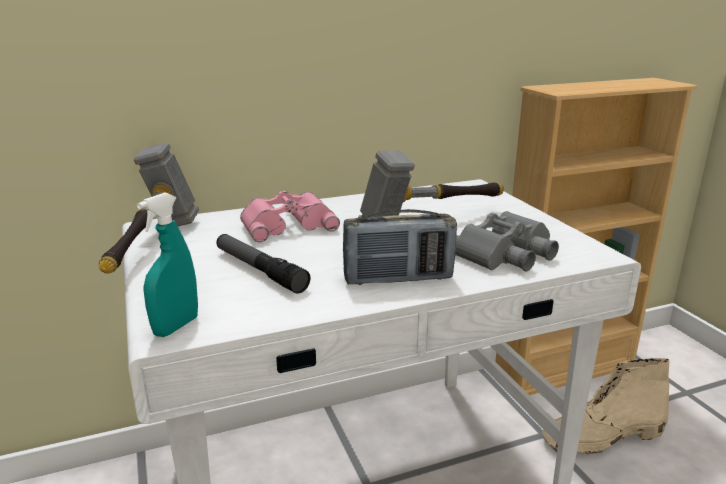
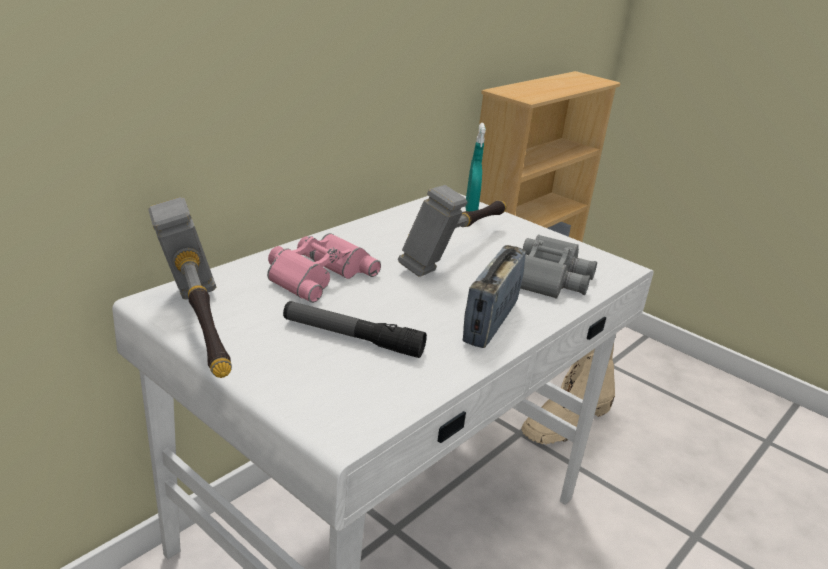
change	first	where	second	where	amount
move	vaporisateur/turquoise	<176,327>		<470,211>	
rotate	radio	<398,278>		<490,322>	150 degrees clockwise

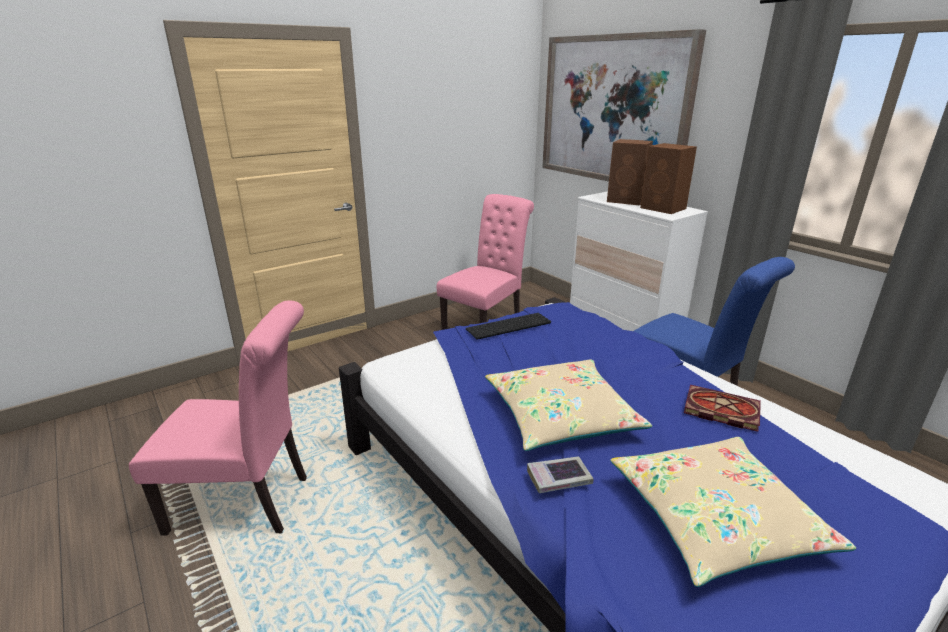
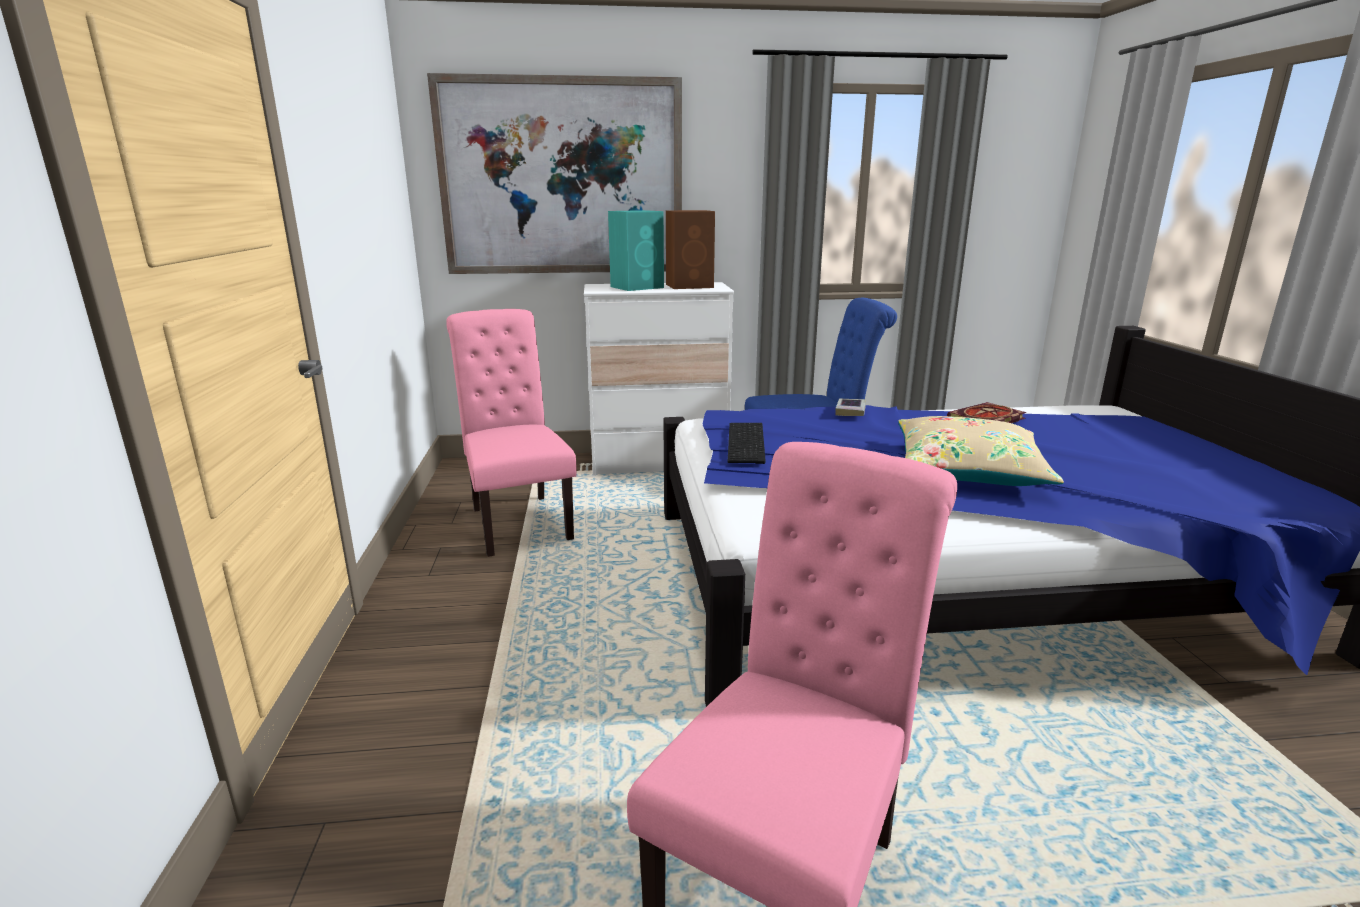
change	first	where	second	where	amount
recolor	enceinte/marron	<627,200>	enceinte/turquoise	<638,287>	
delete	coussin/beige	<716,519>			
move	livre	<559,478>		<850,411>	

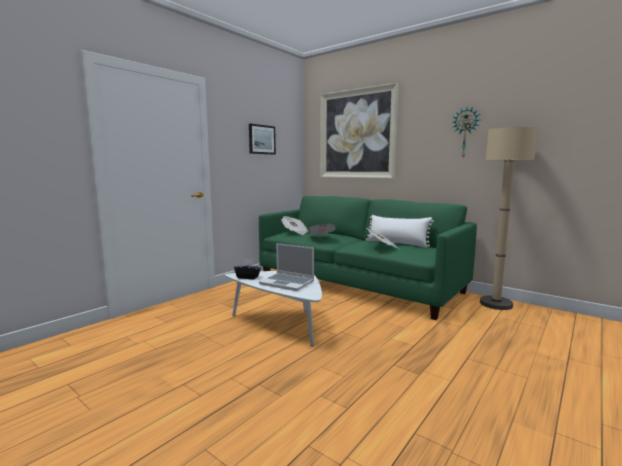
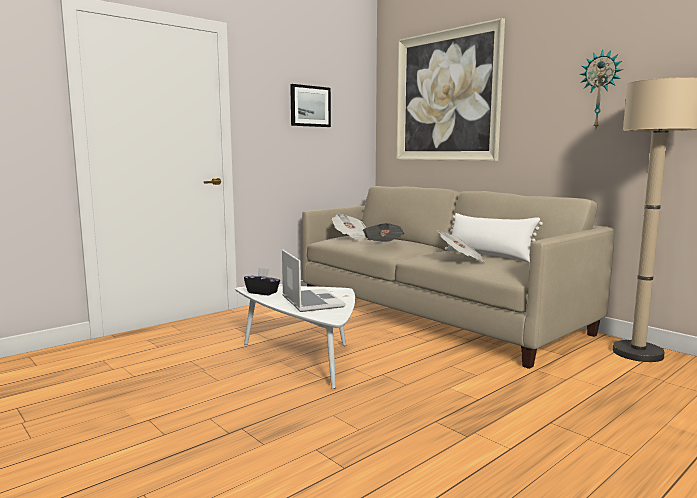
change	first	where	second	where	amount
recolor	canapé/vert	<357,284>	canapé/beige	<436,314>	
rotate	ordinateur portable	<288,283>		<311,302>	150 degrees counterclockwise

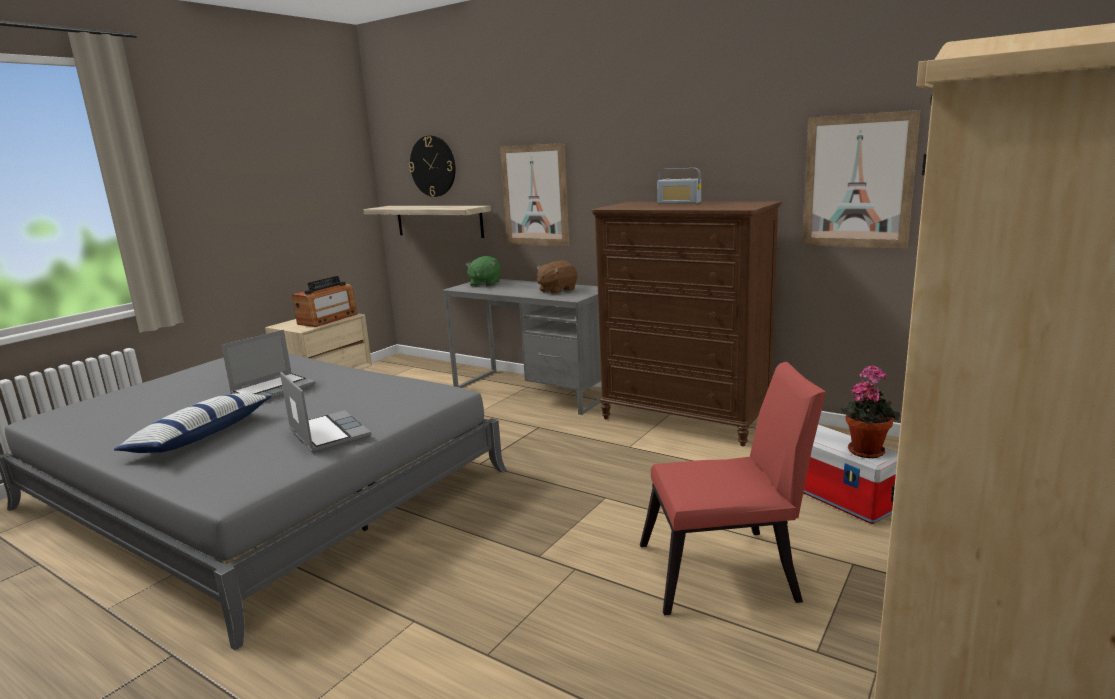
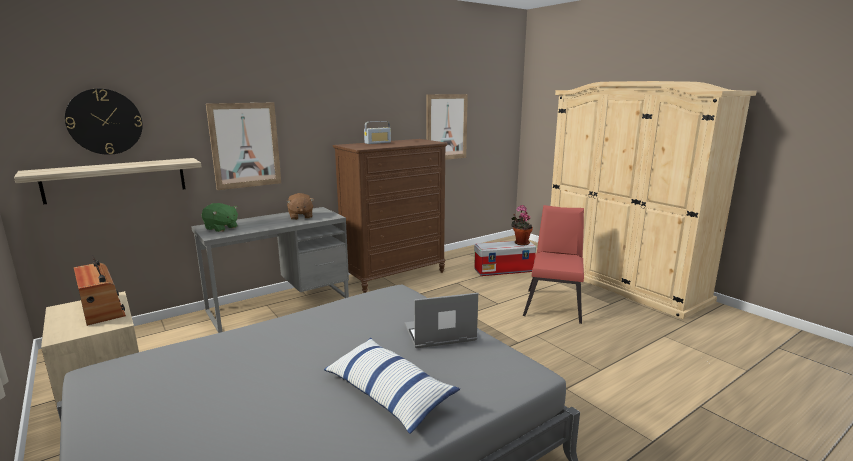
change	first	where	second	where	amount
delete	ordinateur portable	<274,389>			

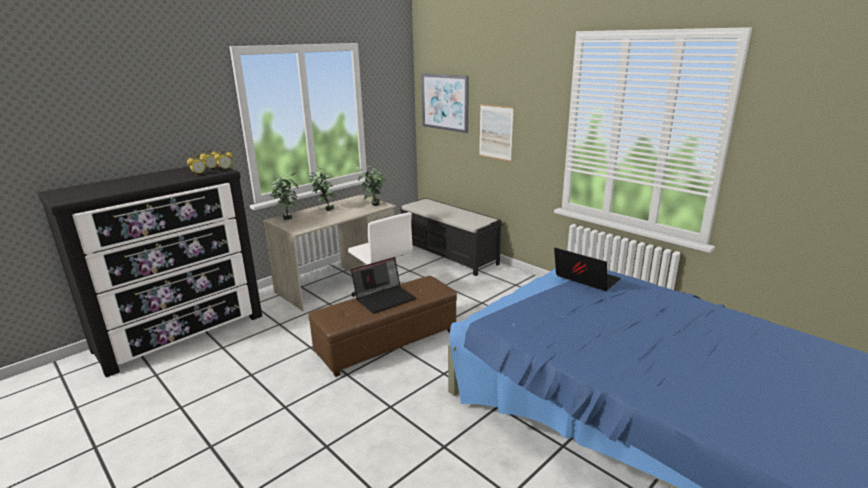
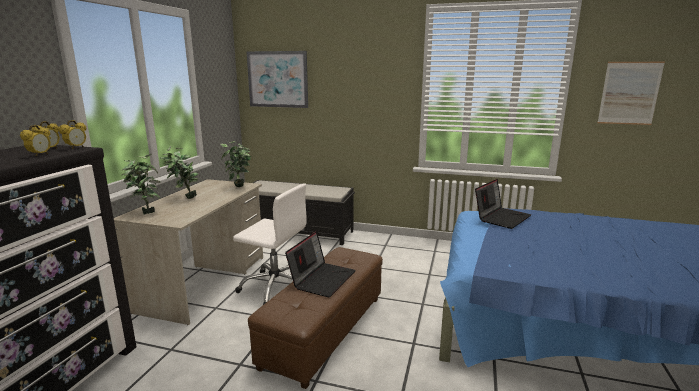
change	first	where	second	where	amount
move	tableau	<496,132>		<629,93>	
rotate	ordinateur portable	<584,279>		<501,217>	120 degrees clockwise

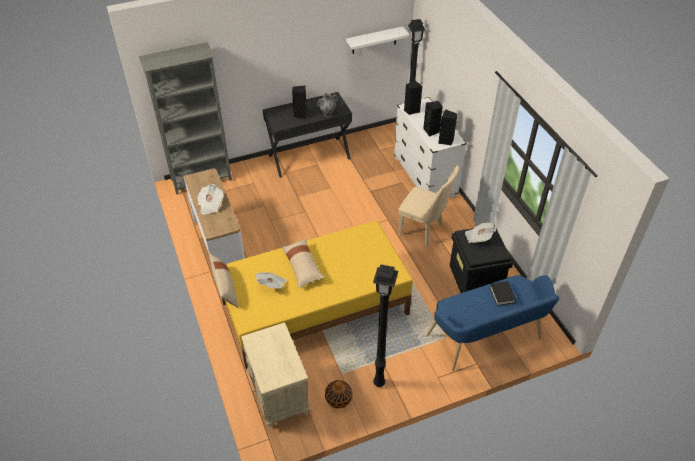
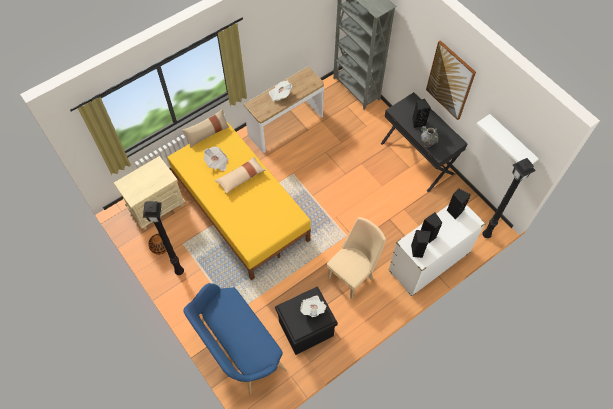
change	first	where	second	where	amount
rotate	chaise/beige	<424,231>		<352,275>	150 degrees counterclockwise
delete	livre/noir	<502,295>			
insert			tableau	<450,80>	

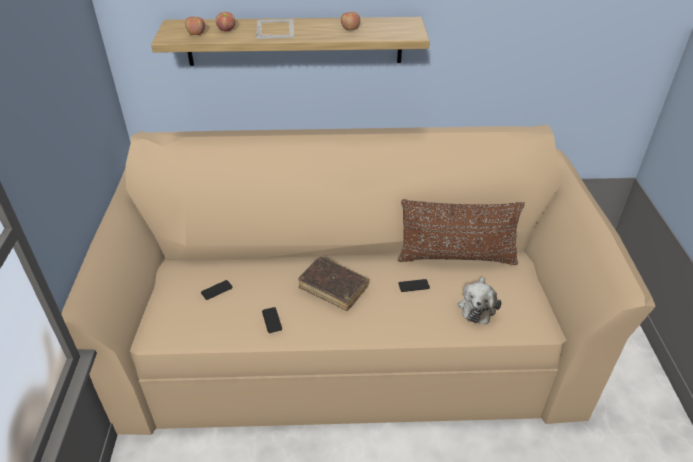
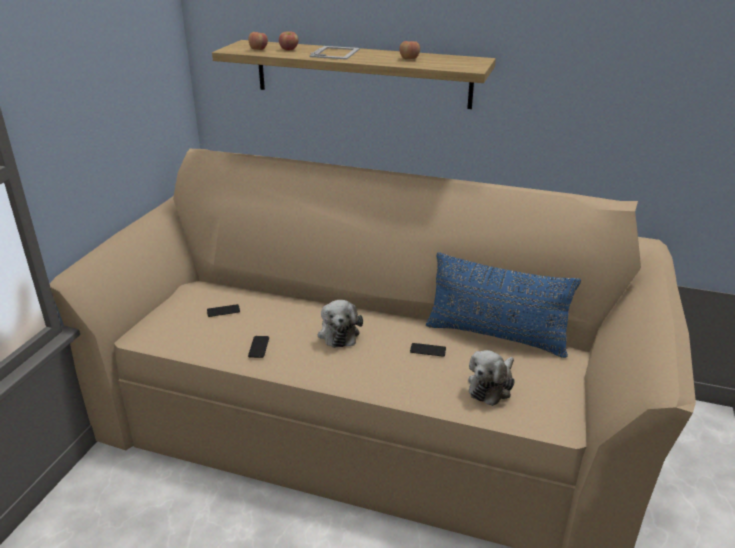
change	first	where	second	where	amount
recolor	coussin/marron	<456,257>	coussin/bleu	<496,336>	
replace	livre/marron	<333,288>	peluche	<338,332>	

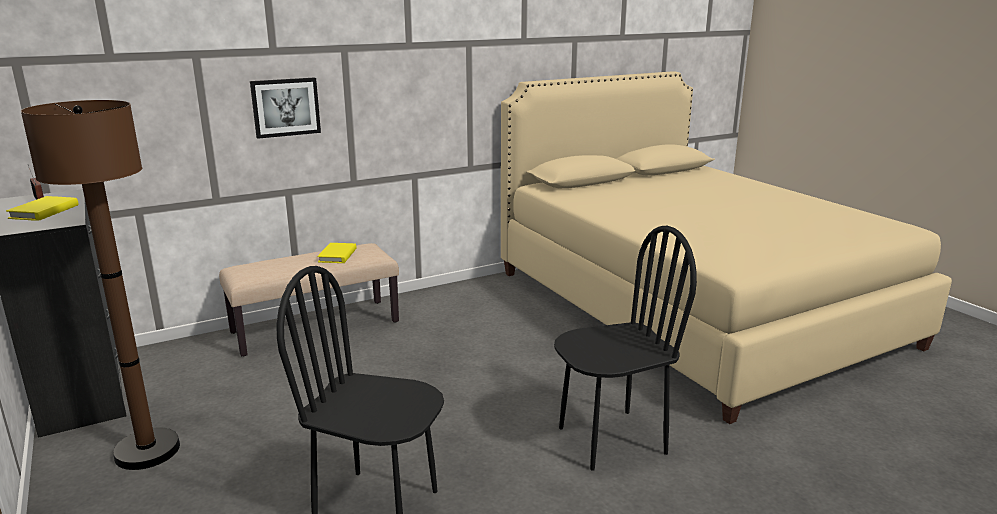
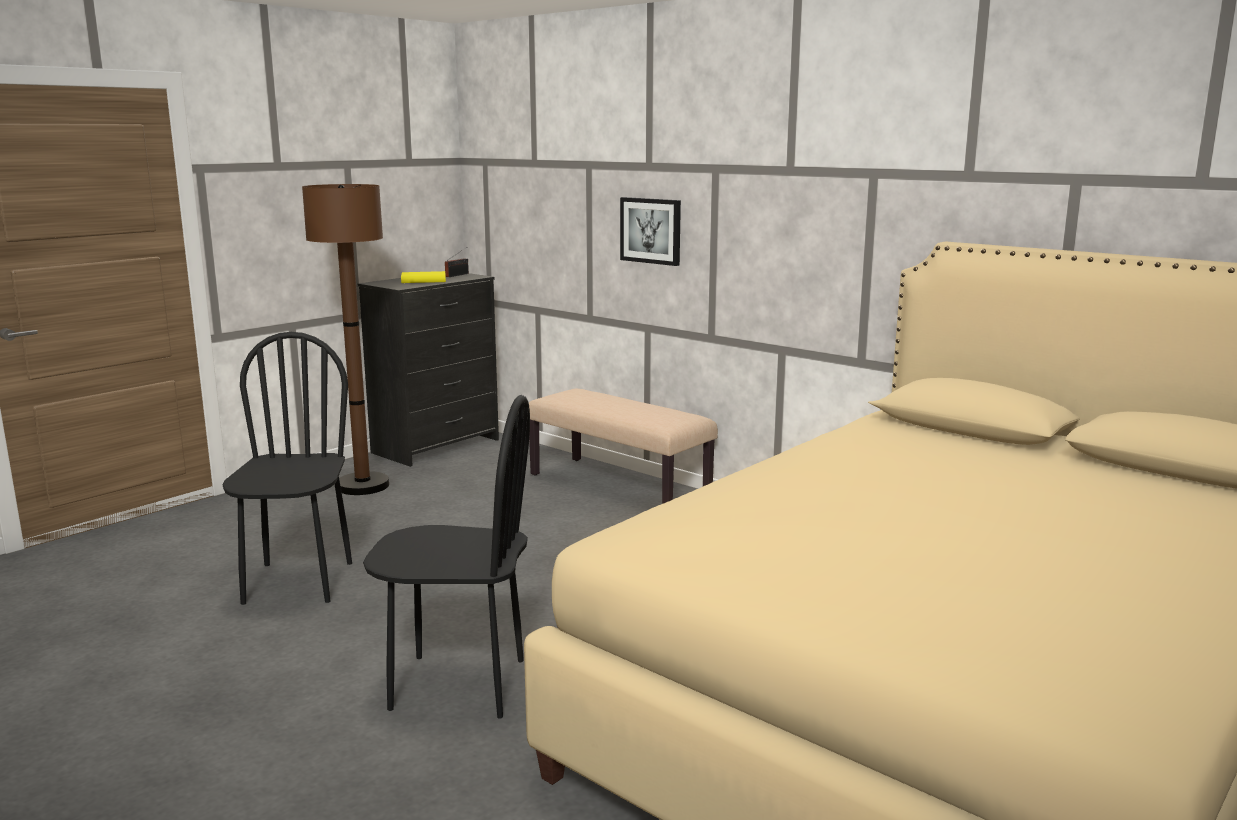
change	first	where	second	where	amount
rotate	chaise/noir	<611,439>		<458,685>	45 degrees counterclockwise
delete	livre/jaune	<337,255>			

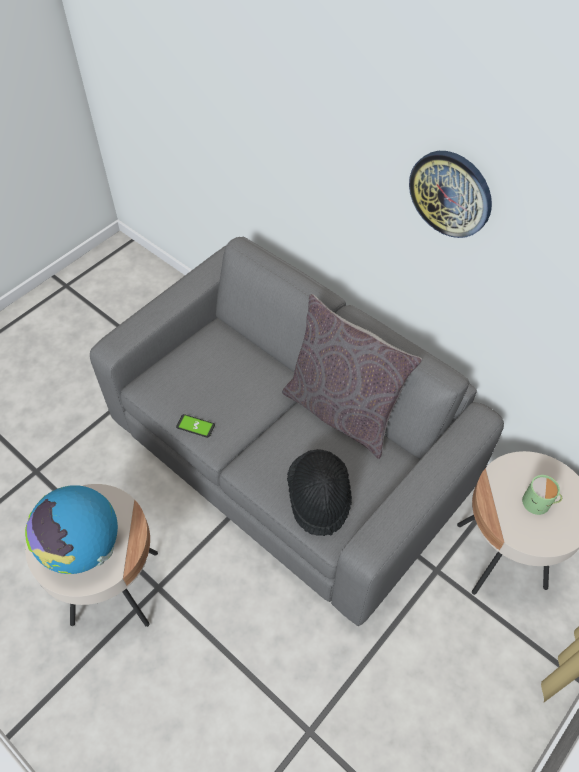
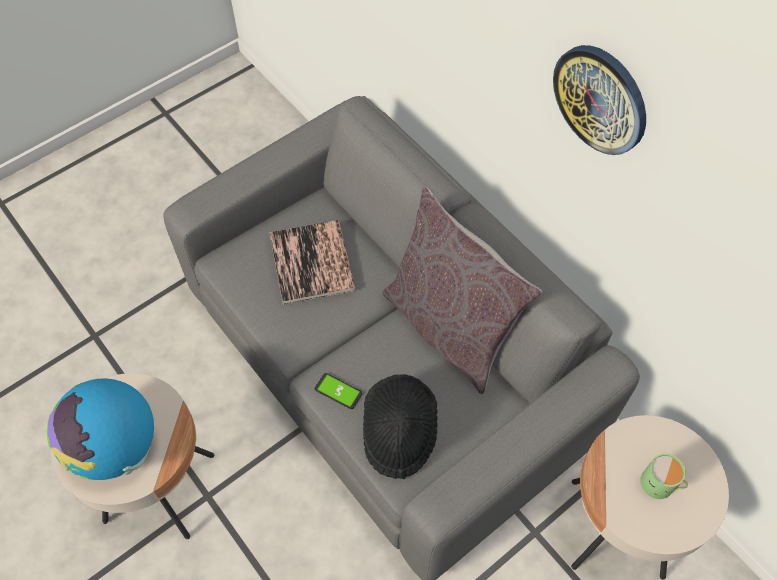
change	first	where	second	where	amount
move	téléphone	<195,426>		<338,391>	
insert			livre	<312,262>	

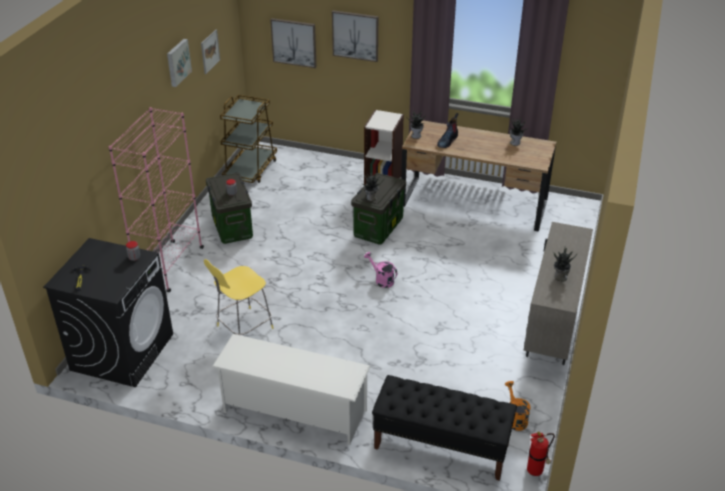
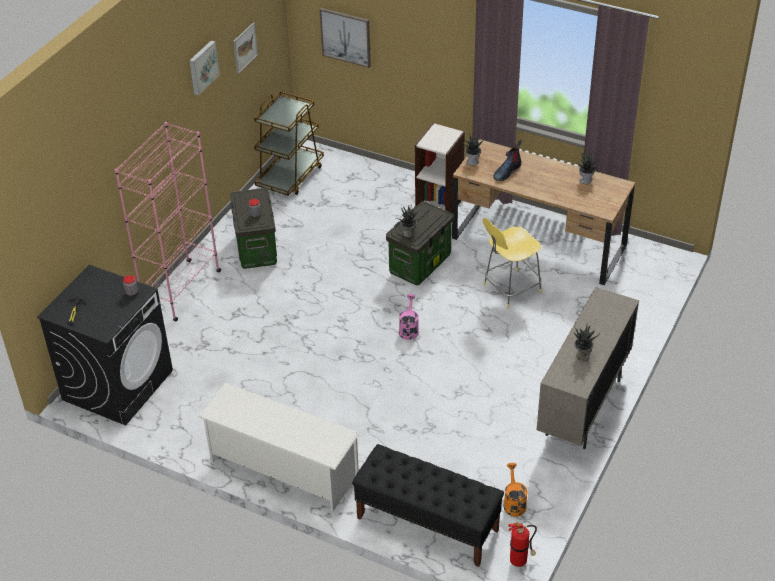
change	first	where	second	where	amount
delete	tableau	<355,35>			
rotate	arrosoir/rose	<381,280>		<409,329>	45 degrees clockwise
move	tabouret/jaune	<243,328>		<510,289>	

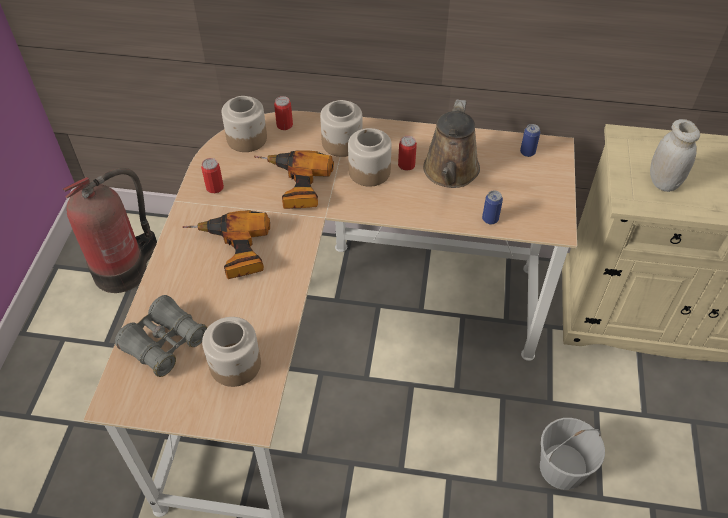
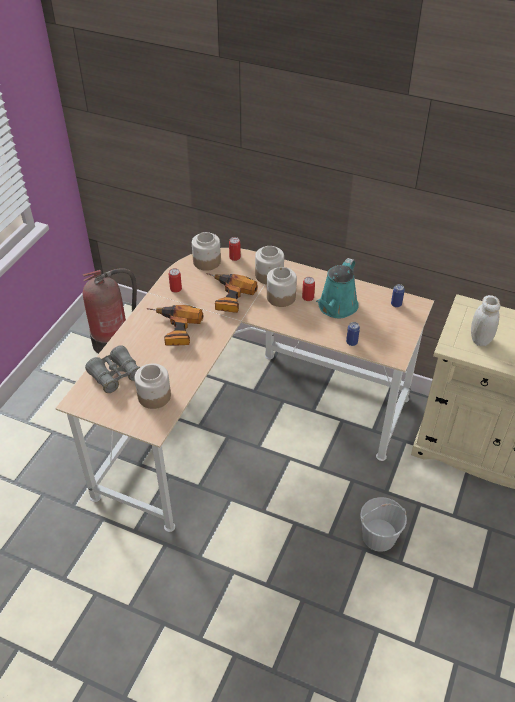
change	first	where	second	where	amount
recolor	arrosoir/marron	<450,173>	arrosoir/turquoise	<336,308>	

